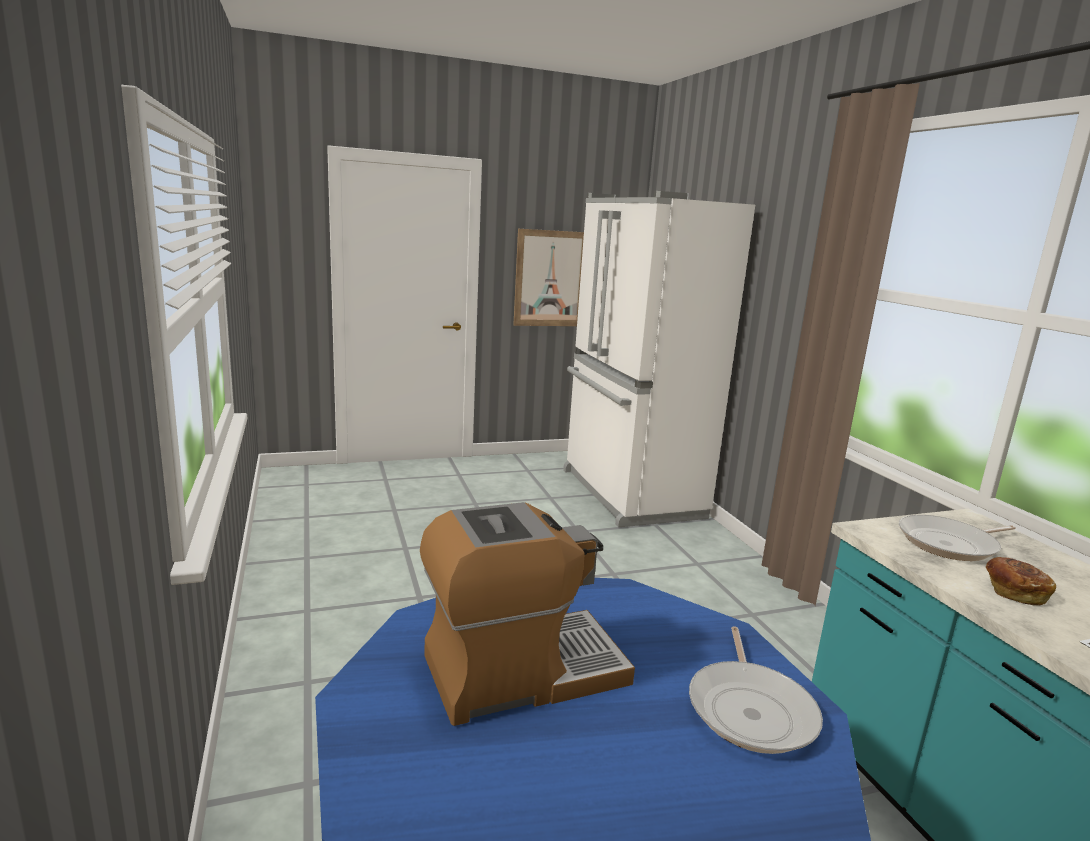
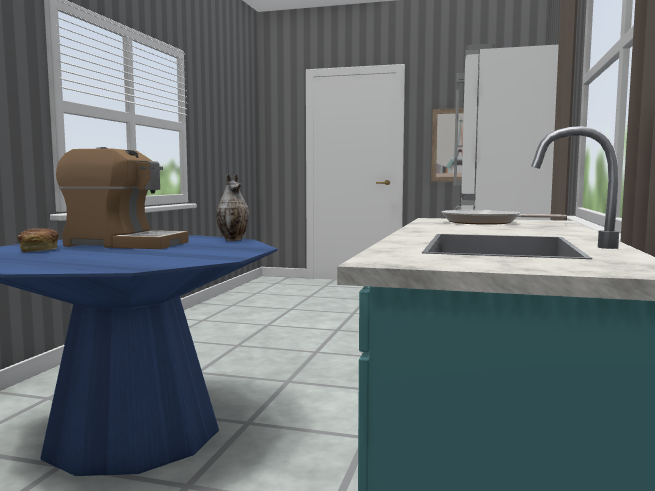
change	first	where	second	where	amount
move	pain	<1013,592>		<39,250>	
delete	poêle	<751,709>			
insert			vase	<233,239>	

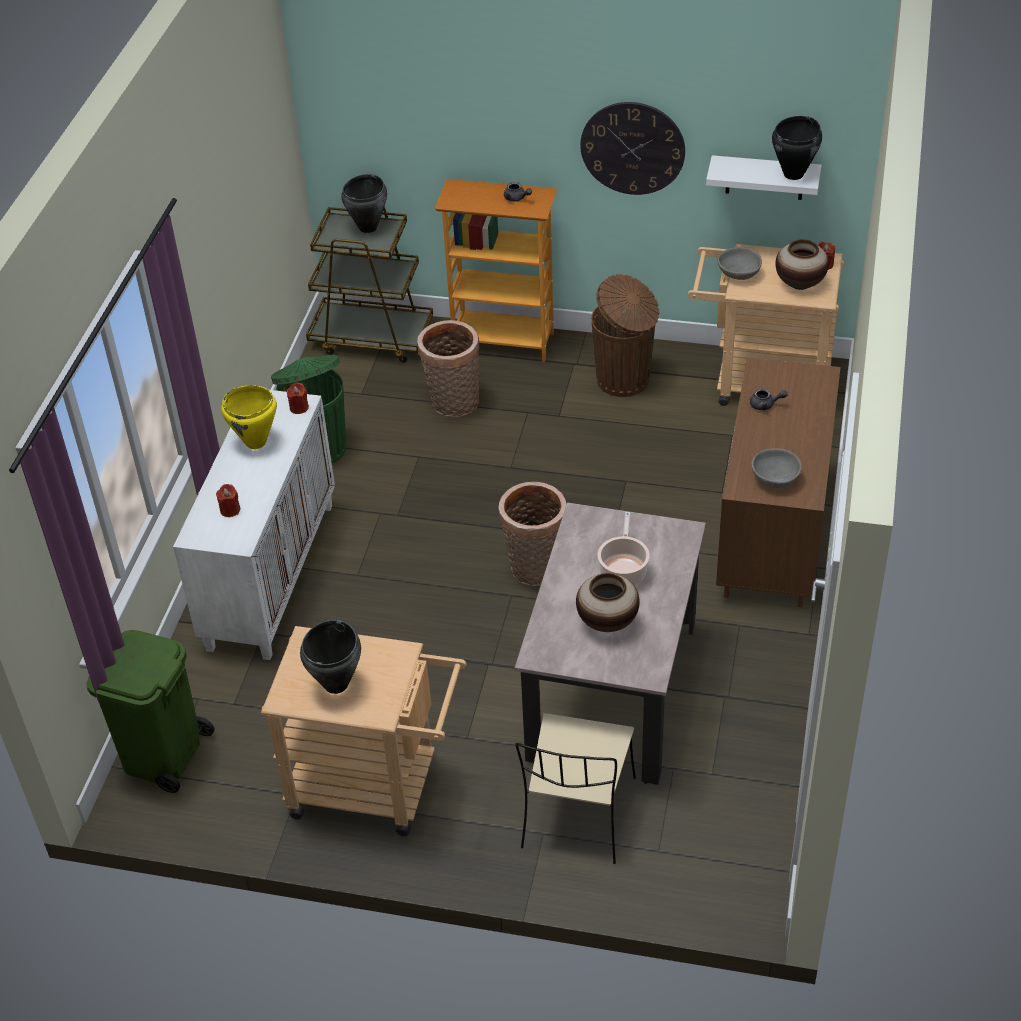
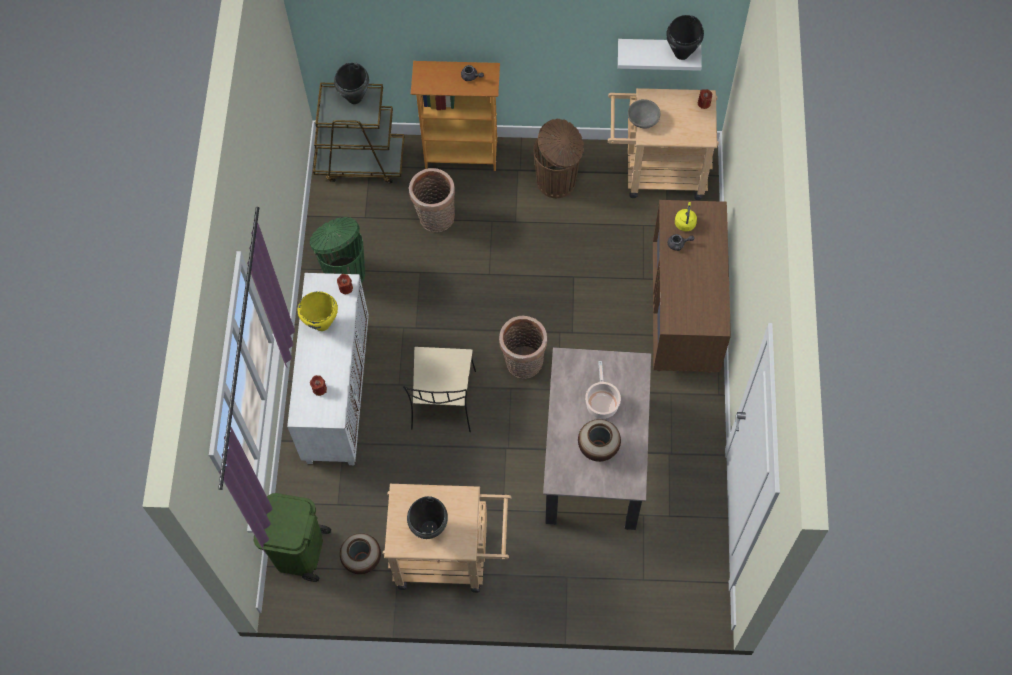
change	first	where	second	where	amount
delete	horloge murale	<632,148>			
move	vase	<799,283>		<362,559>	
delete	bol/gris	<775,479>			
move	chaise/beige	<578,816>		<443,402>	
insert			bouilloire/jaune	<685,222>	

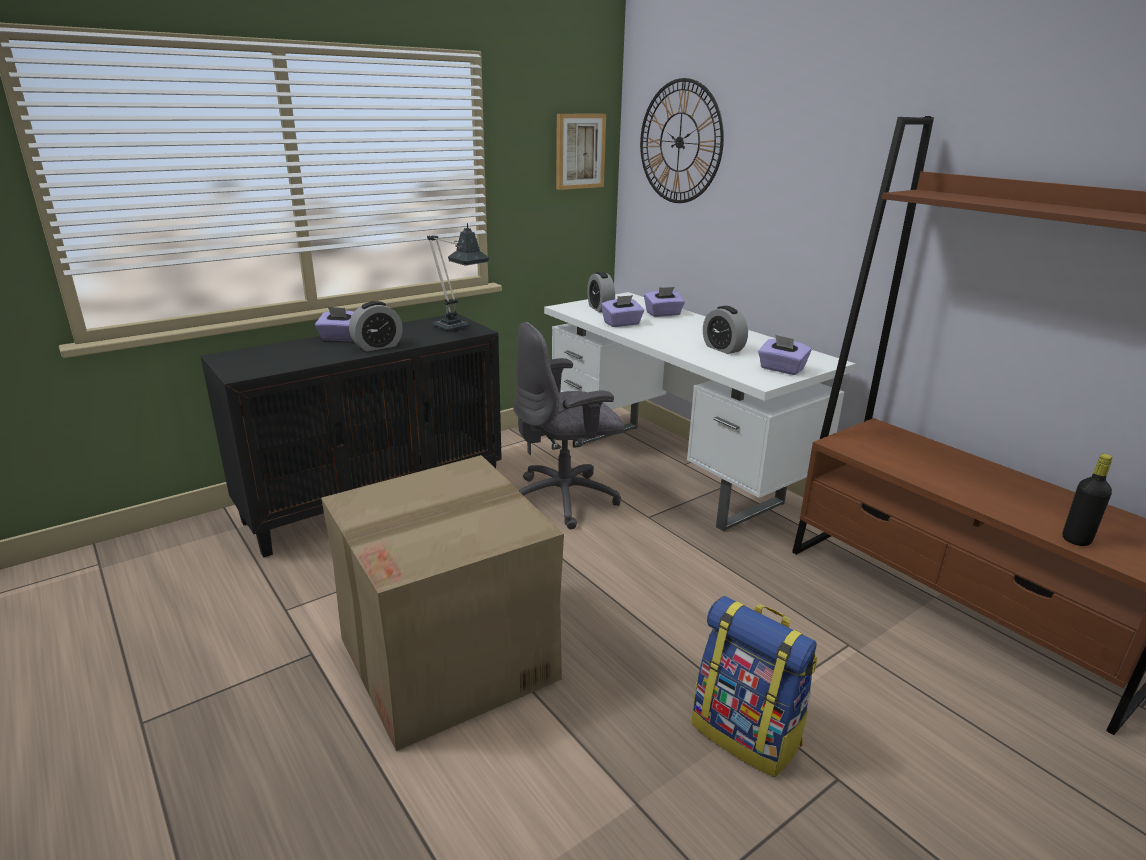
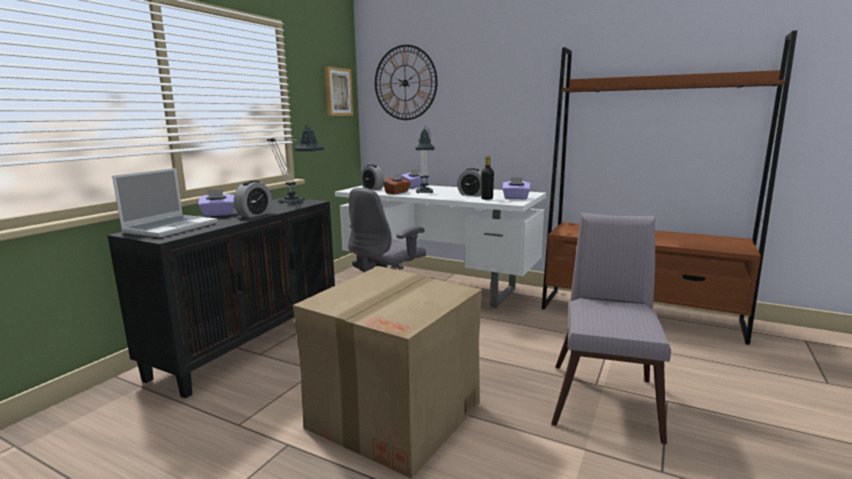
change	first	where	second	where	amount
recolor	boîte à mouchoirs/violet	<622,323>	boîte à mouchoirs/marron	<397,192>	
move	bouteille/noir	<1076,539>		<487,198>	
replace	sac à dos	<747,734>	chaise/gris	<605,396>	
insert			lampe de table	<424,193>	
insert			ordinateur portable	<171,227>	

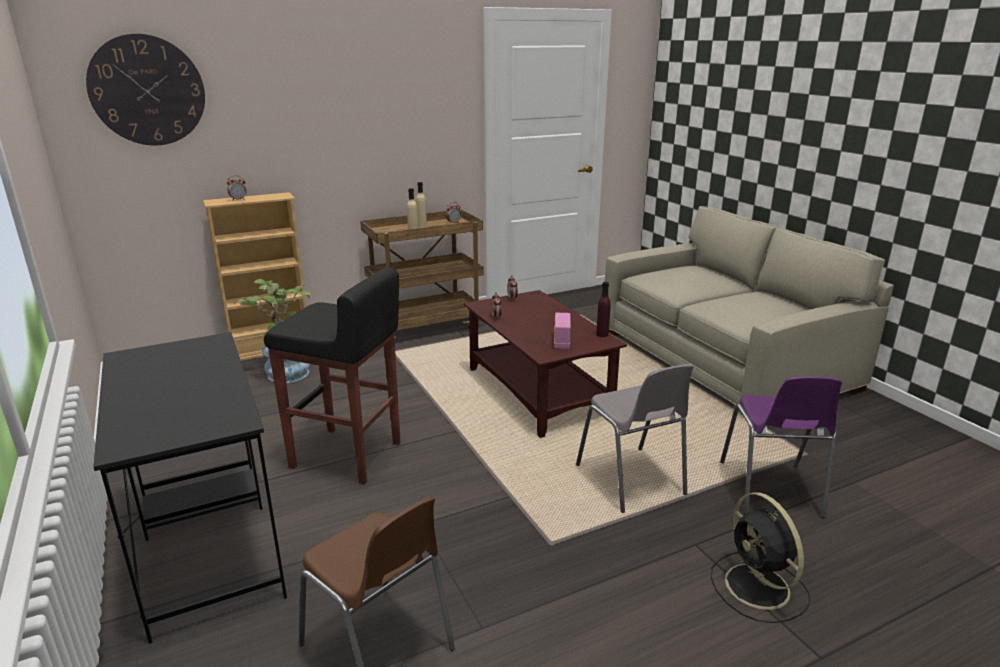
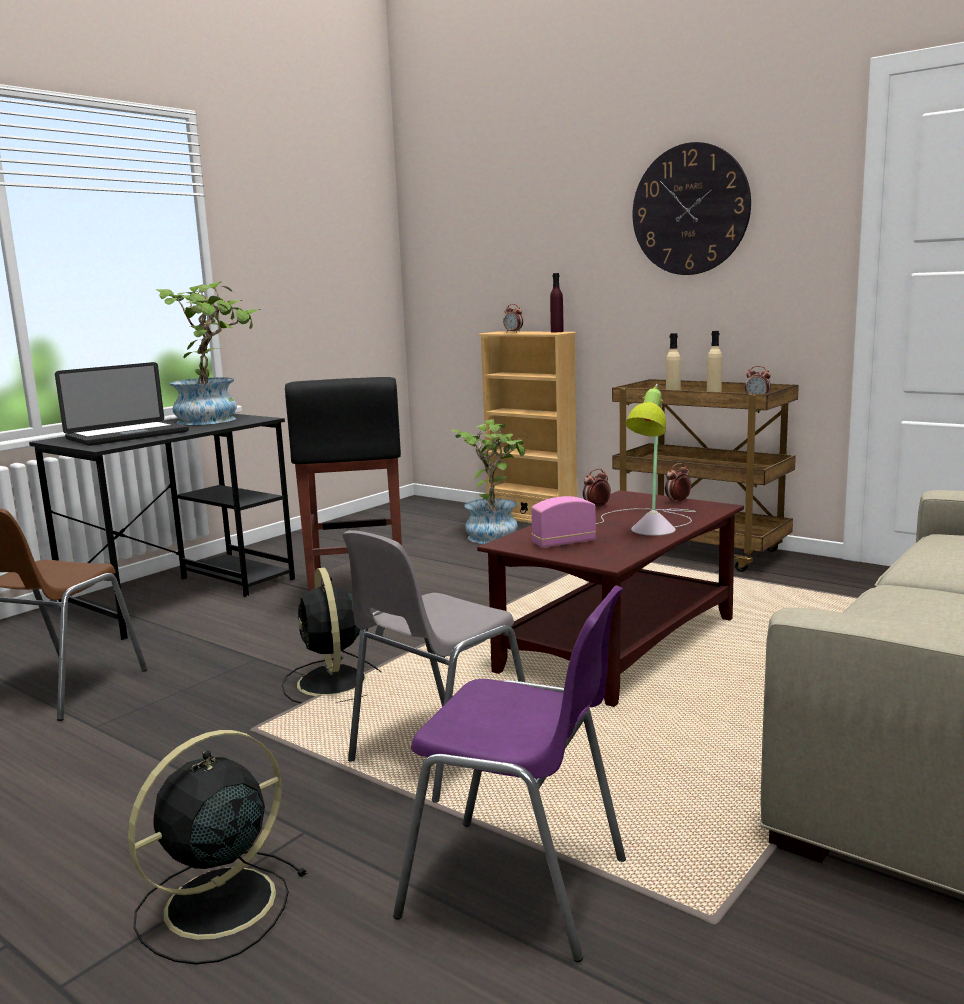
change	first	where	second	where	amount
move	horloge murale	<147,91>		<690,209>	
move	bouteille/violet	<602,334>		<557,332>	
rotate	chaise/violet	<771,490>		<520,889>	135 degrees counterclockwise
insert			plante en pot	<215,419>	
insert			ordinateur portable	<127,435>	
insert			lampe de table	<648,524>	
insert			ventilateur/noir	<333,683>	

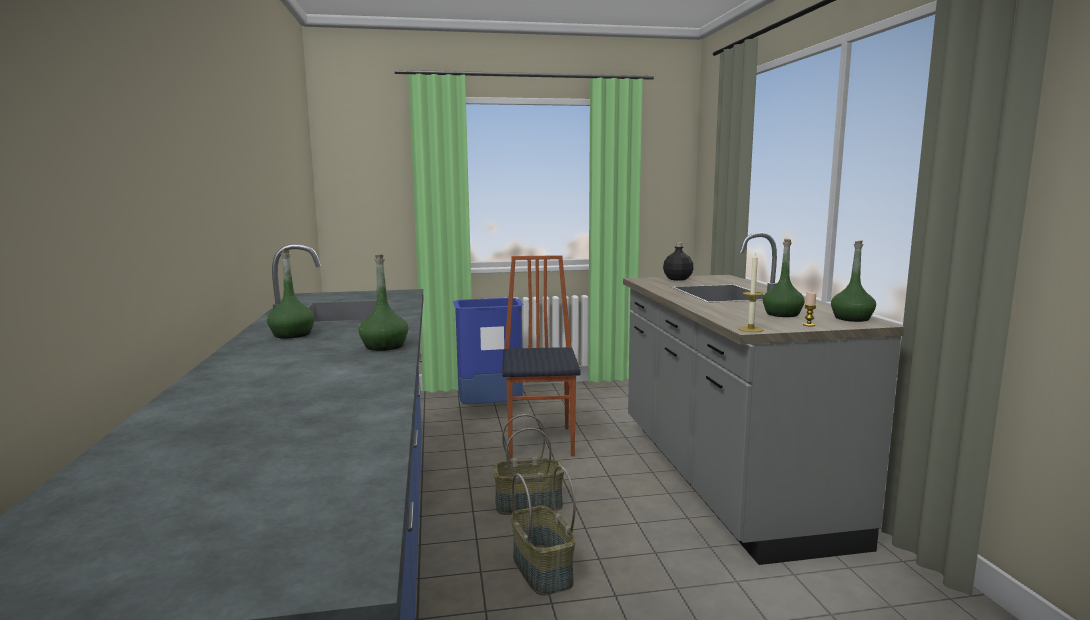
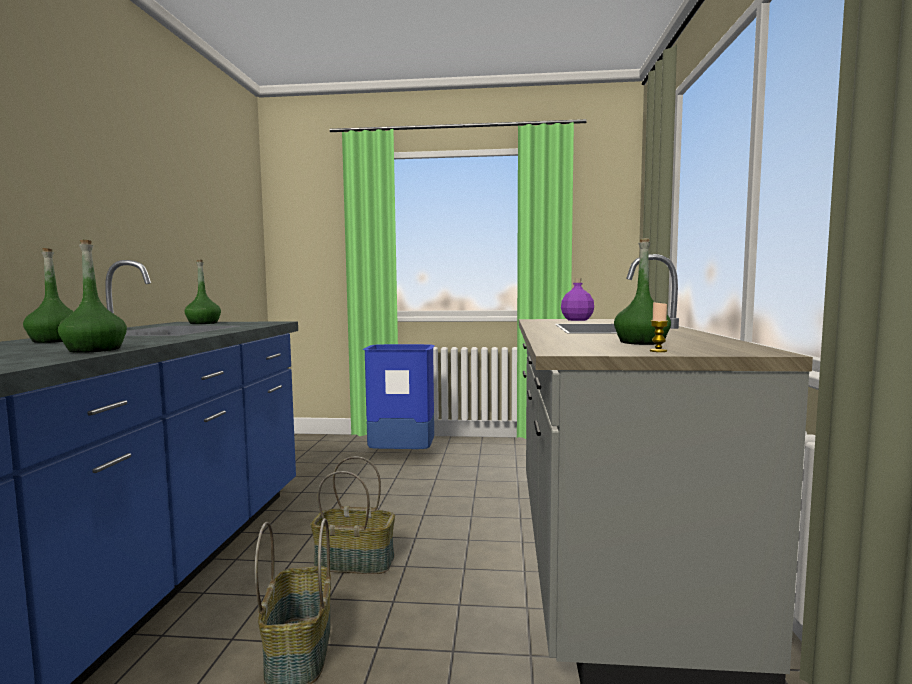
change	first	where	second	where	amount
move	bouteille/vert	<851,318>		<203,323>	
recolor	bouteille/noir	<677,279>	bouteille/violet	<577,320>	
delete	bougie	<750,329>			
delete	chaise	<541,441>			

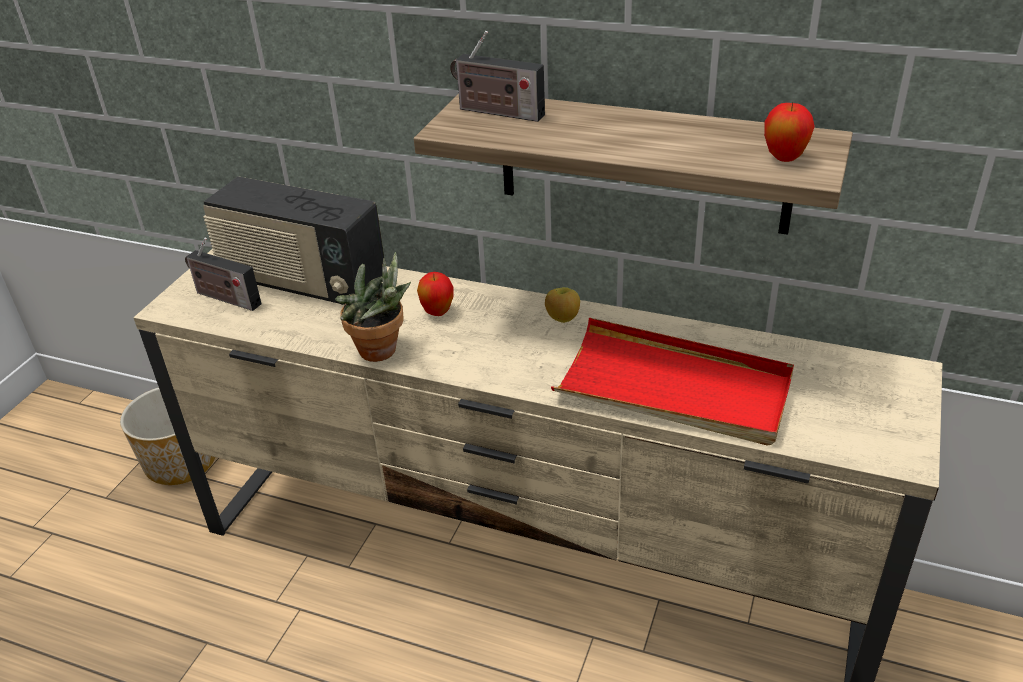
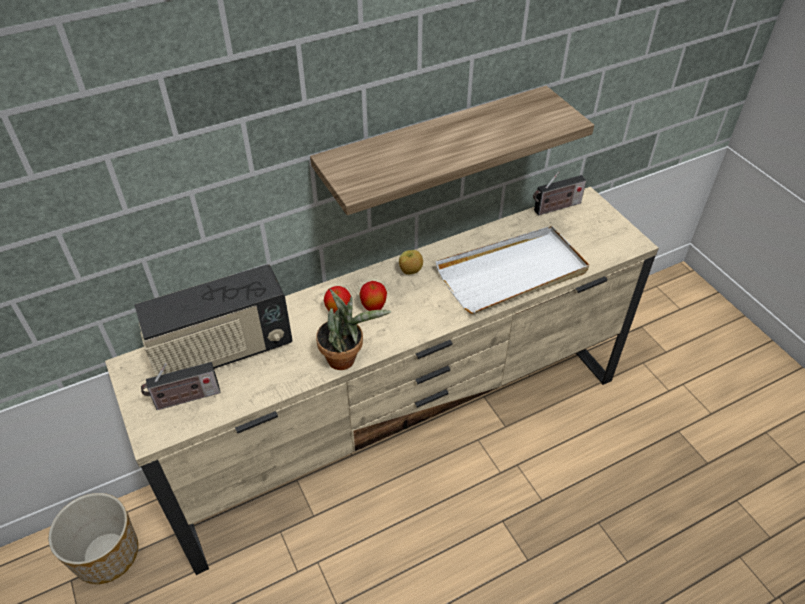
change	first	where	second	where	amount
move	radio	<497,112>		<555,208>	
move	pomme	<784,159>		<373,308>	
recolor	plateau/rouge	<674,388>	plateau/blanc	<512,273>	

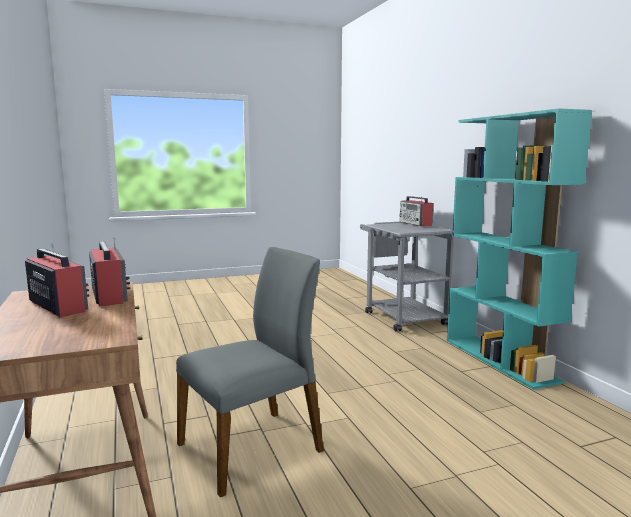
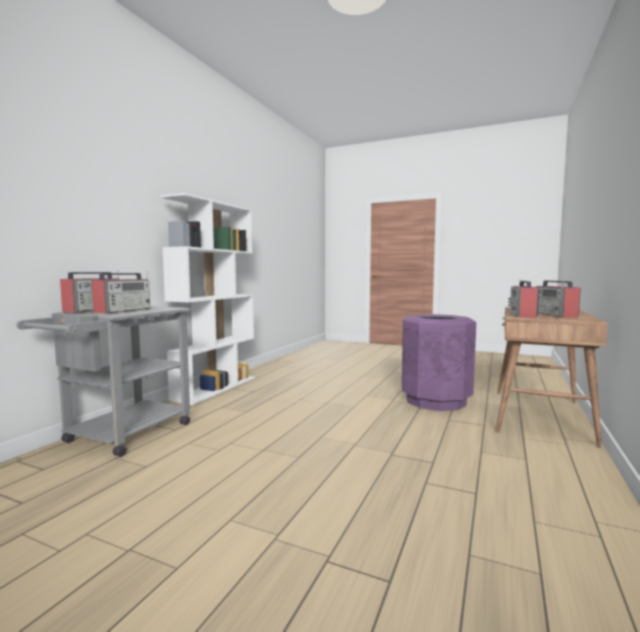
change	first	where	second	where	amount
recolor	bibliothèque/turquoise	<500,360>	bibliothèque/blanc	<215,388>	
replace	chaise/gris	<252,447>	poubelle/violet	<435,401>	
insert			radio	<124,310>	

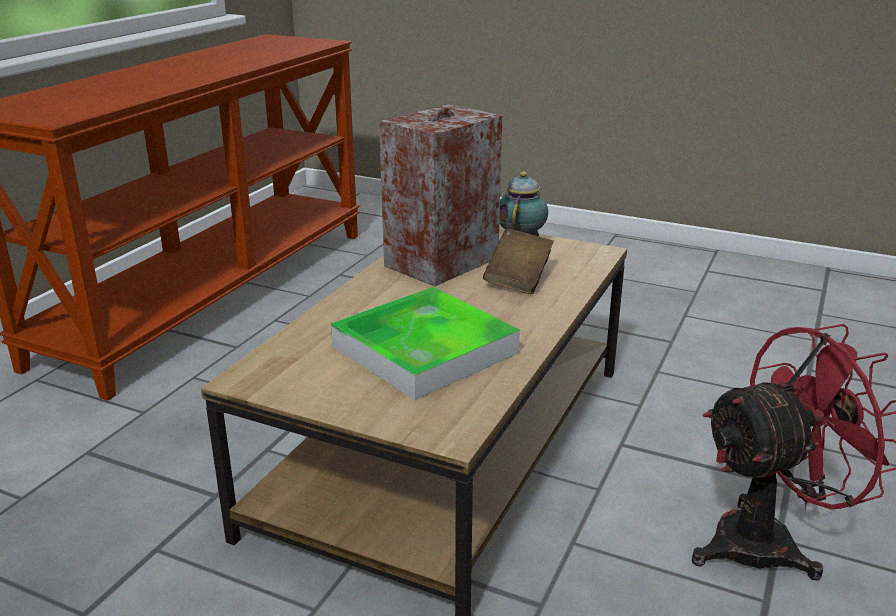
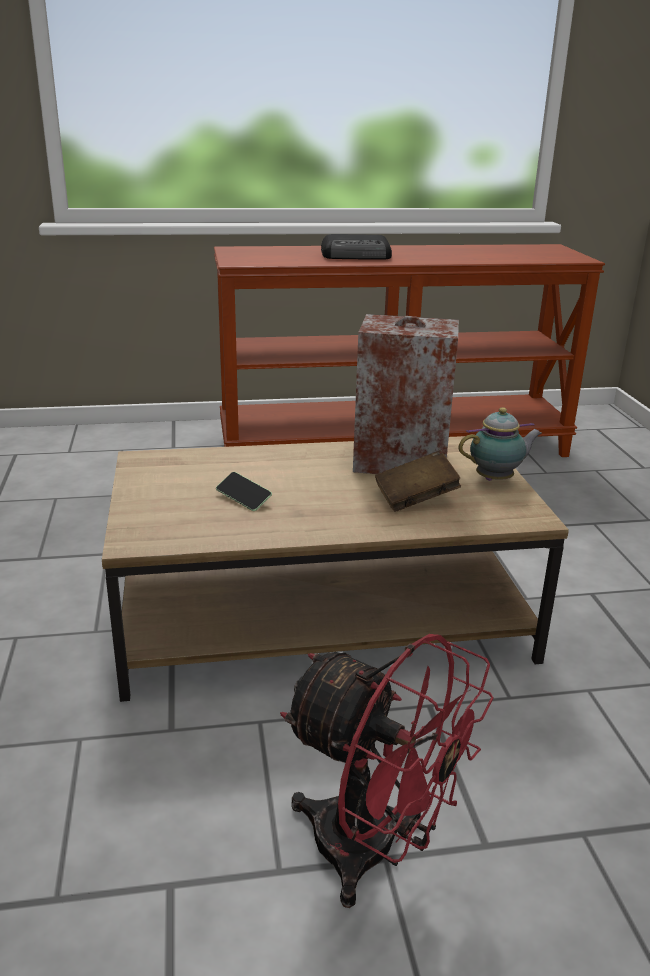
change	first	where	second	where	amount
replace	plateau	<425,349>	téléphone	<243,498>	
insert			radio	<357,256>	

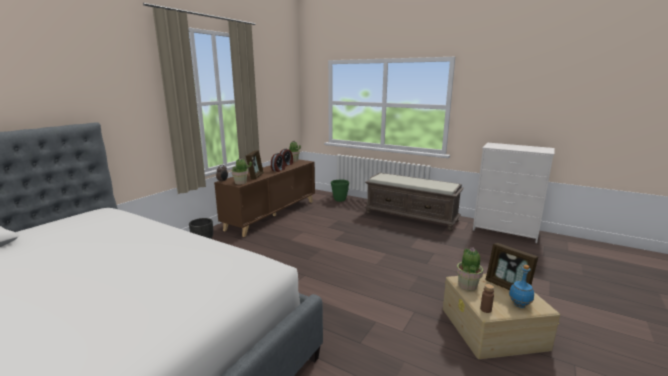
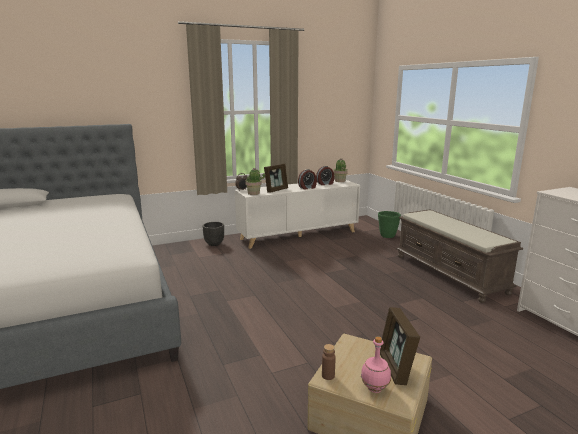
change	first	where	second	where	amount
recolor	meuble de rangement/marron	<272,215>	meuble de rangement/blanc	<298,235>	
delete	plante en pot	<467,285>			
recolor	bouteille/bleu	<519,305>	bouteille/rose	<374,388>	

